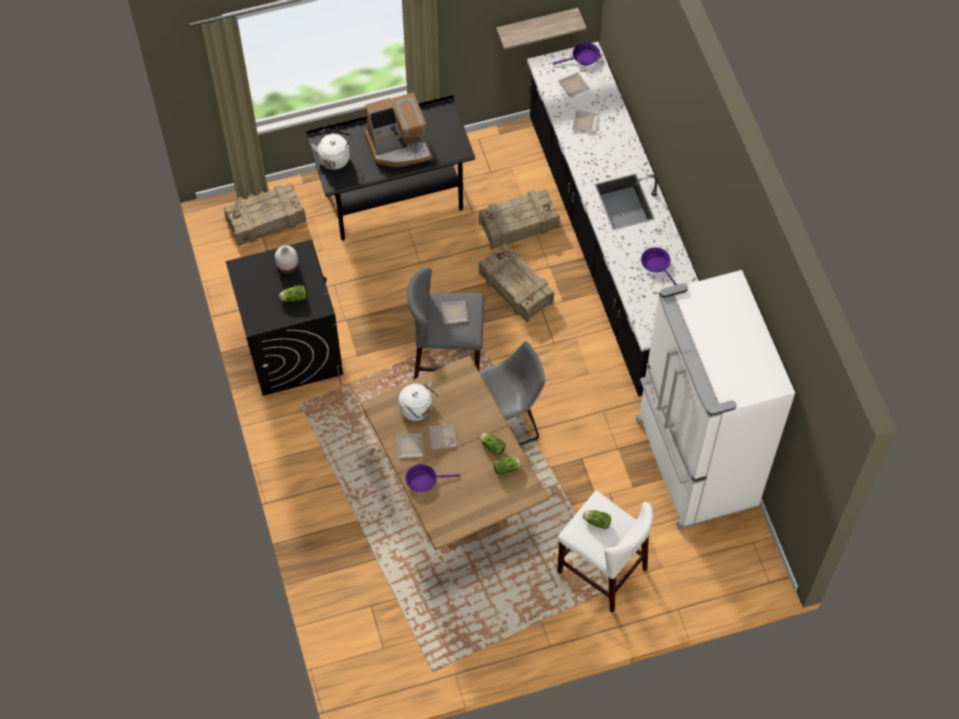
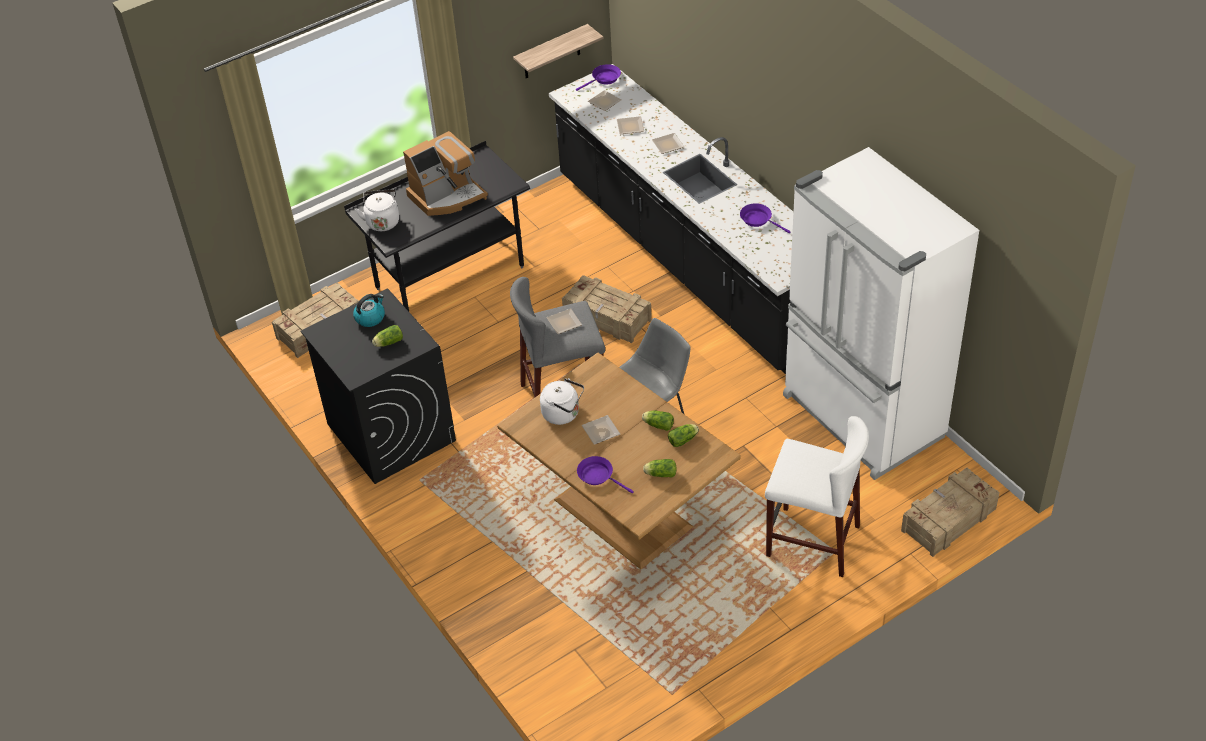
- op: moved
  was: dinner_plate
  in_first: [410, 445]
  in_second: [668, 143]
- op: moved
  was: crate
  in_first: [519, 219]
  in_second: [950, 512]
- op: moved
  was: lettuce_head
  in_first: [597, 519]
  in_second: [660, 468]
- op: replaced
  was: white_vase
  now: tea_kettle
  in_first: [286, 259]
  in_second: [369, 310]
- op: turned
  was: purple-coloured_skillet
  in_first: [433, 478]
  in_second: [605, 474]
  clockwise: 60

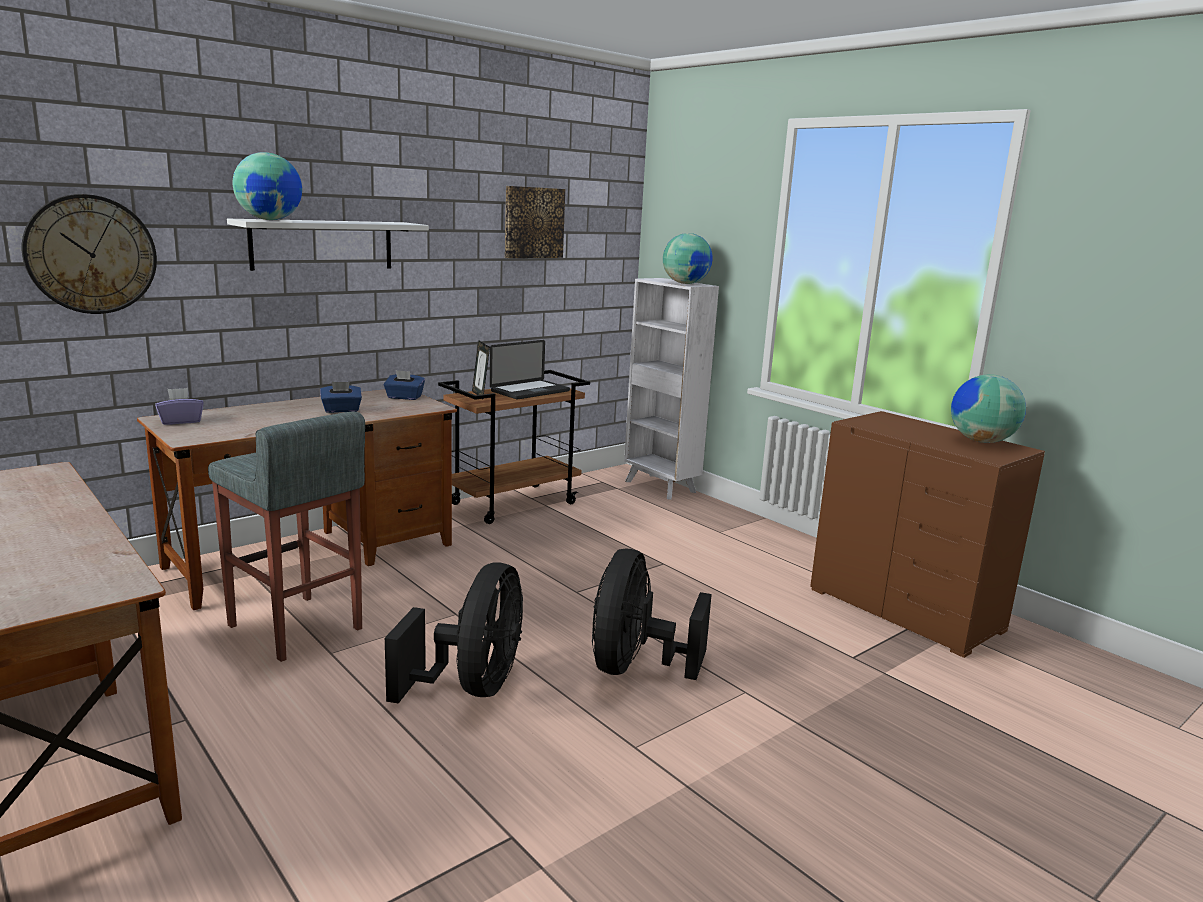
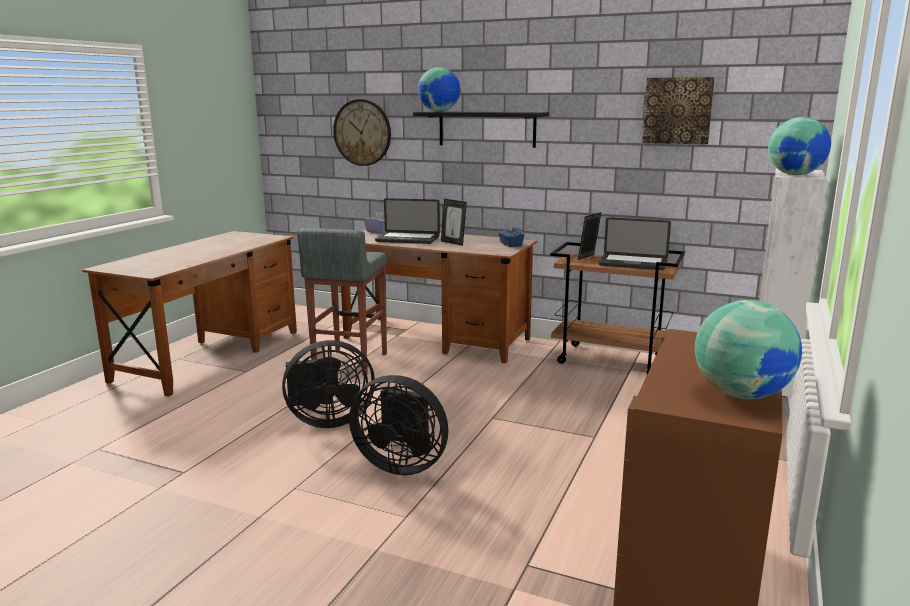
- op: added
  now: portable_computer
  in_second: [407, 221]
- op: replaced
  was: bluish_box_of_tissues
  now: photo_frame
  in_first: [341, 397]
  in_second: [454, 222]
- op: recoloured
  was: white_wall_shelf
  now: black-coloured_wall_shelf
  in_first: [328, 245]
  in_second: [481, 129]
- op: turned
  was: black-coloured_fan
  in_first: [652, 614]
  in_second: [398, 425]
  clockwise: -150

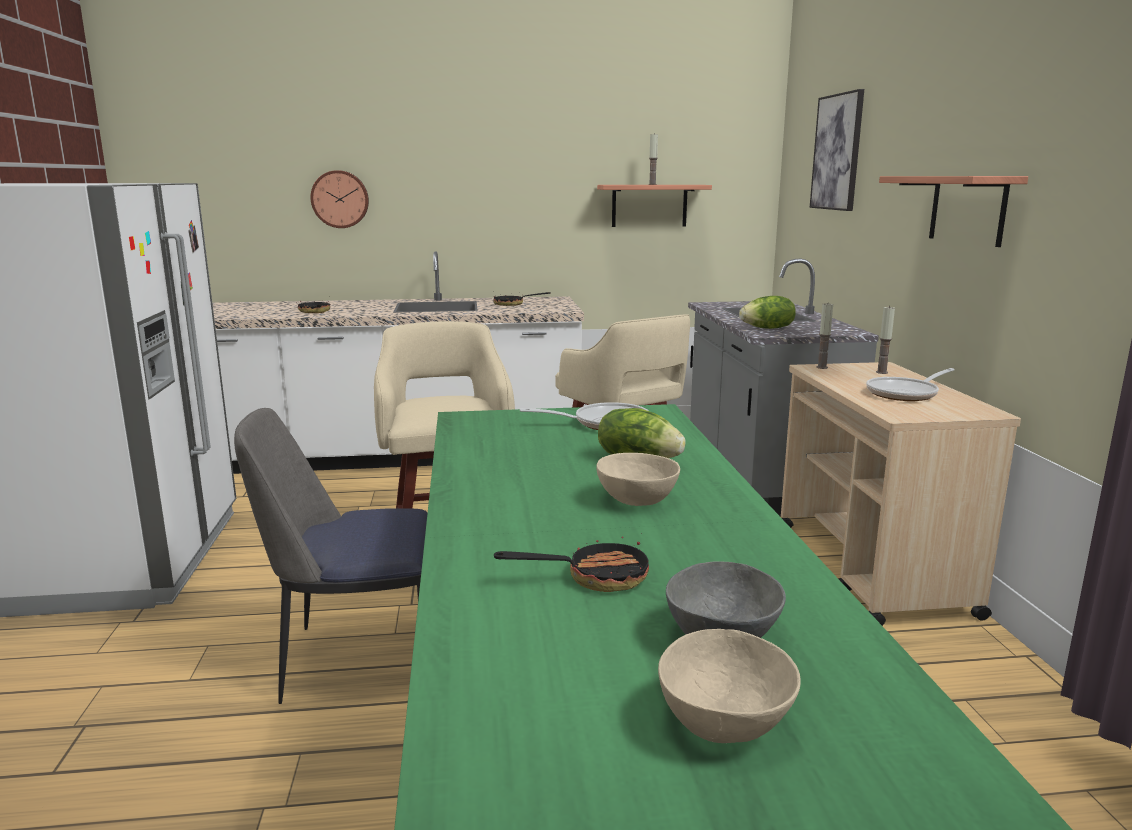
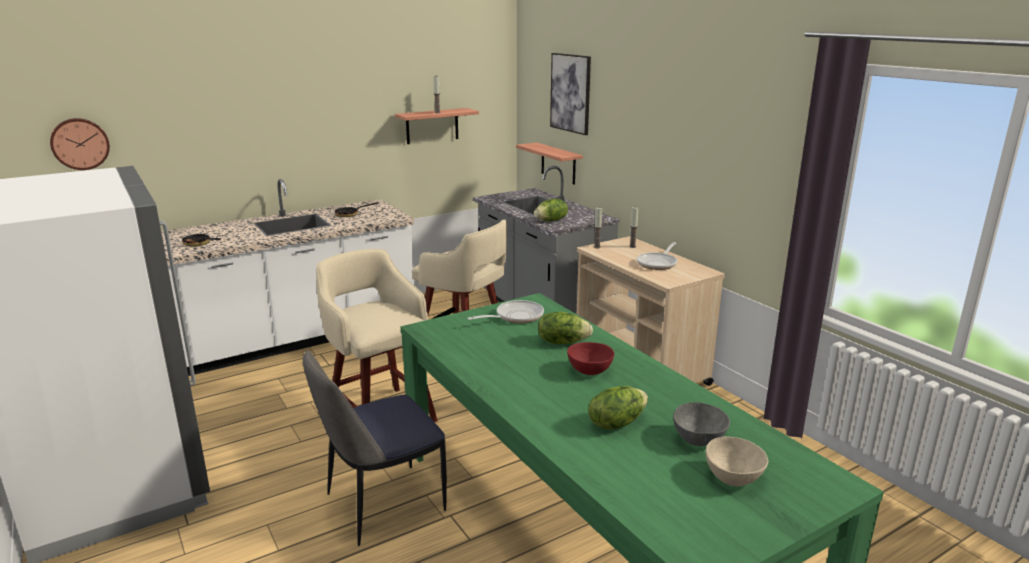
- op: moved
  was: hanging_clock
  in_first: [339, 199]
  in_second: [80, 144]
- op: moved
  was: wall_shelf
  in_first: [953, 211]
  in_second: [549, 163]
- op: replaced
  was: skillet
  now: lettuce_head
  in_first: [571, 562]
  in_second: [618, 408]
- op: recoloured
  was: beige-coloured_bowl
  now: reddish_bowl
  in_first: [638, 479]
  in_second: [590, 358]

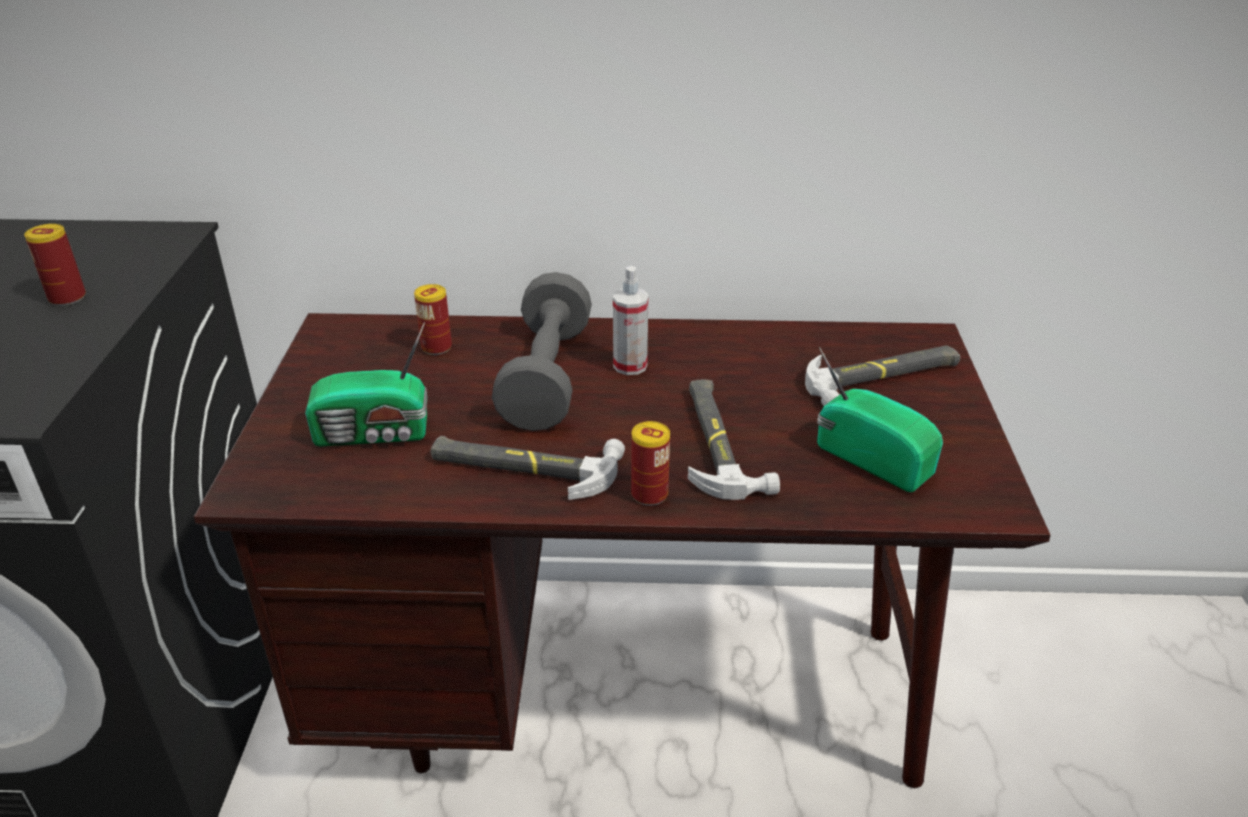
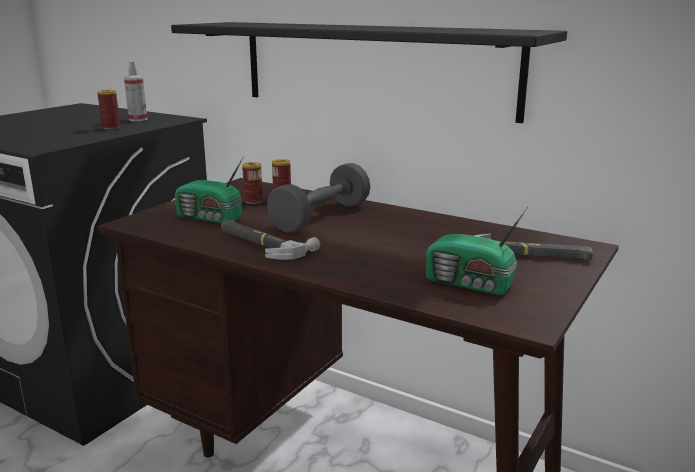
- op: removed
  was: tool_hammer
  in_first: [734, 439]
- op: added
  now: black-coloured_wall_shelf
  in_second: [369, 72]
- op: moved
  was: sprayer
  in_first: [630, 320]
  in_second: [135, 91]
- op: moved
  was: can
  in_first: [650, 463]
  in_second: [252, 183]
- op: turned
  was: radio_receiver
  in_first: [880, 419]
  in_second: [477, 251]
  clockwise: 135

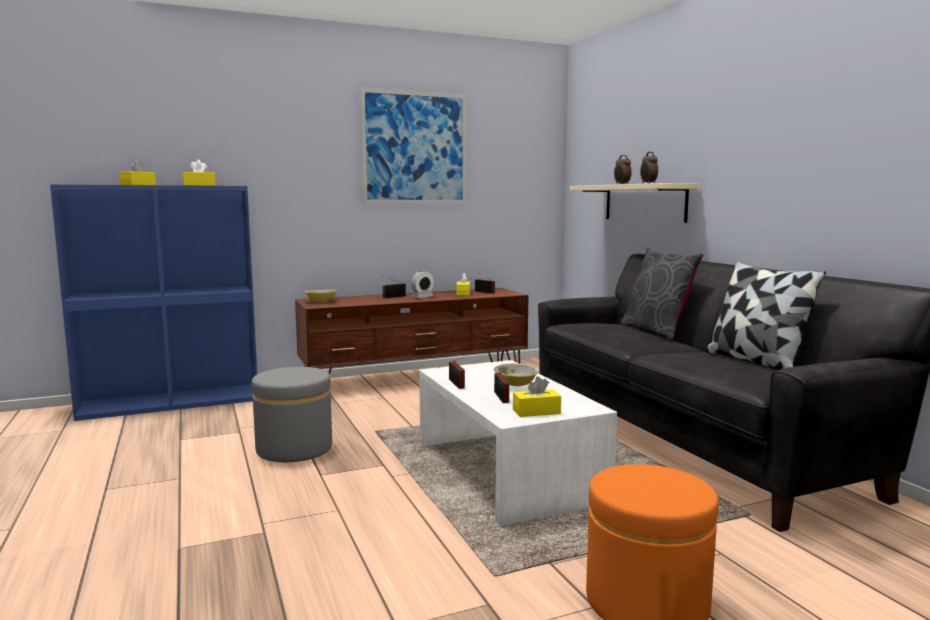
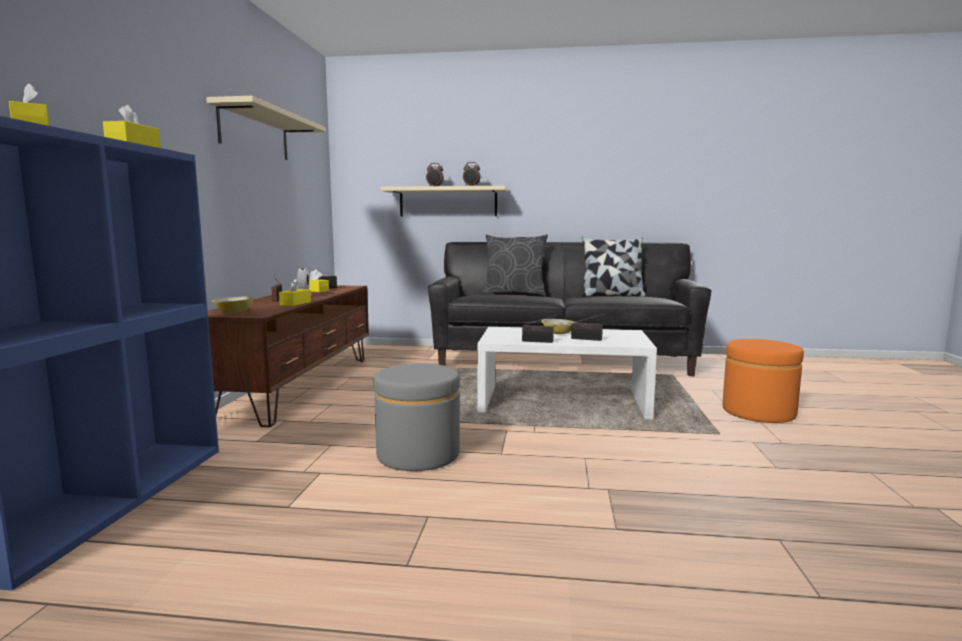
- op: moved
  was: yellowish_box_of_tissues
  in_first: [537, 396]
  in_second: [295, 292]
- op: replaced
  was: wall_art
  now: beige-coloured_wall_shelf
  in_first: [413, 145]
  in_second: [266, 128]

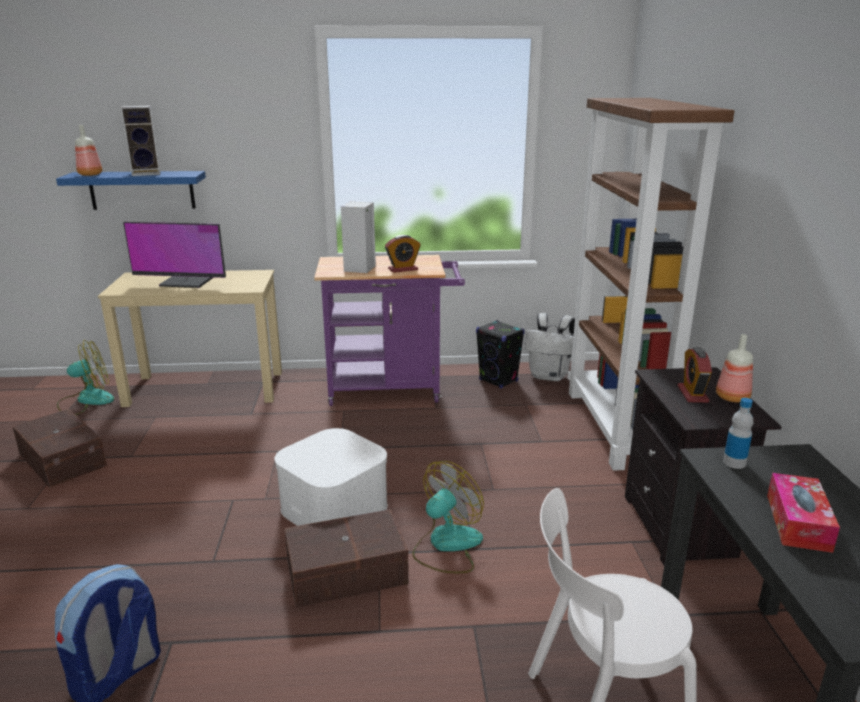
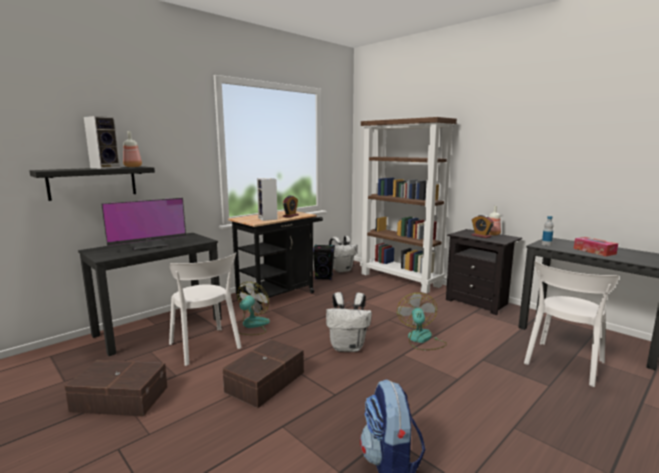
- op: added
  now: white_upright_chair
  in_second: [205, 309]
- op: moved
  was: fan
  in_first: [85, 377]
  in_second: [253, 308]
- op: moved
  was: bottle
  in_first: [88, 150]
  in_second: [132, 149]
- op: moved
  was: brown-coloured_storage_box
  in_first: [346, 558]
  in_second: [263, 373]
- op: replaced
  was: white_storage_box
  now: white_rucksack
  in_first: [330, 477]
  in_second: [349, 322]
- op: recoloured
  was: bluish_wall_shelf
  now: black-coloured_wall_shelf
  in_first: [131, 190]
  in_second: [92, 183]
- op: recoloured
  was: beige-coloured_desk
  now: black-coloured_desk
  in_first: [190, 338]
  in_second: [150, 294]
- op: recoloured
  was: purple-coloured_cart
  now: black-coloured_cart
  in_first: [389, 330]
  in_second: [275, 260]

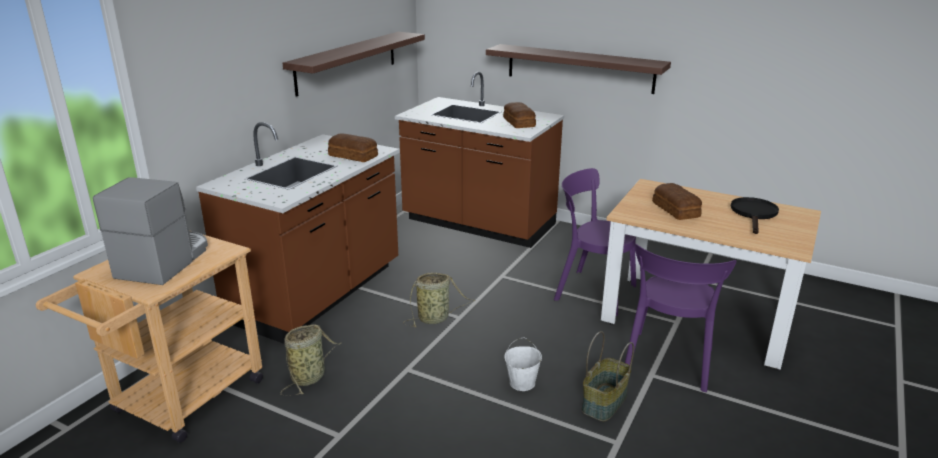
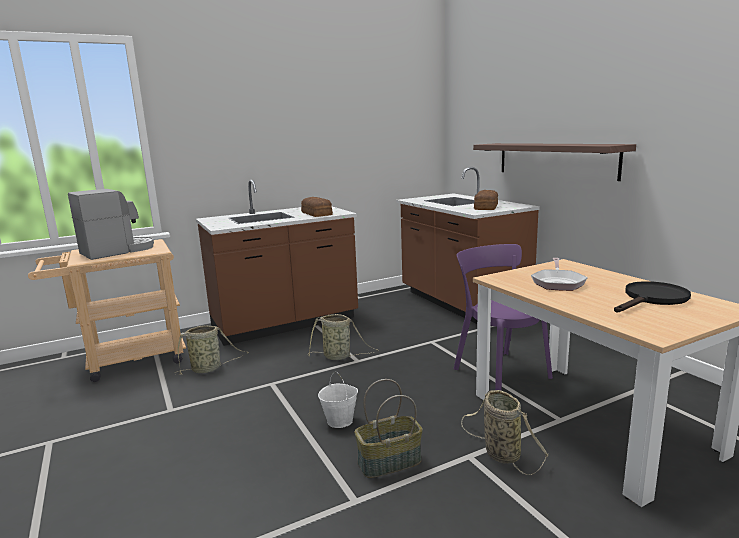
- op: removed
  was: wall_shelf
  in_first: [354, 64]
- op: replaced
  was: purple-coloured_upright_chair
  now: storage_basket
  in_first: [680, 318]
  in_second: [504, 432]
- op: replaced
  was: bakery_bread
  now: skillet
  in_first: [677, 201]
  in_second: [559, 274]

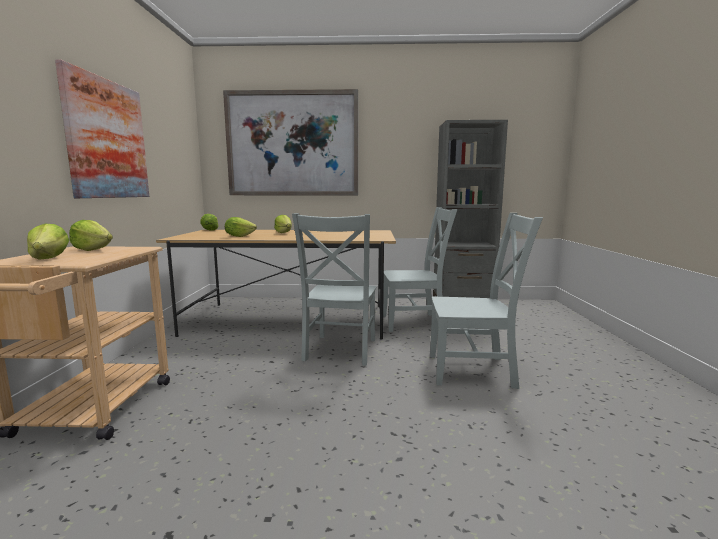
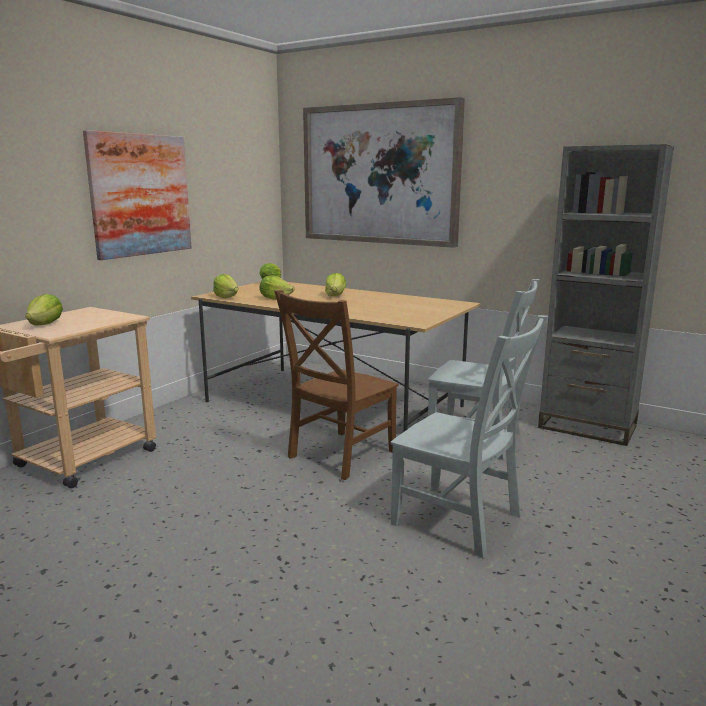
- op: moved
  was: lettuce_head
  in_first: [91, 235]
  in_second: [225, 286]
- op: recoloured
  was: greyish_upright_chair
  now: brown-coloured_upright_chair
  in_first: [334, 289]
  in_second: [336, 385]

